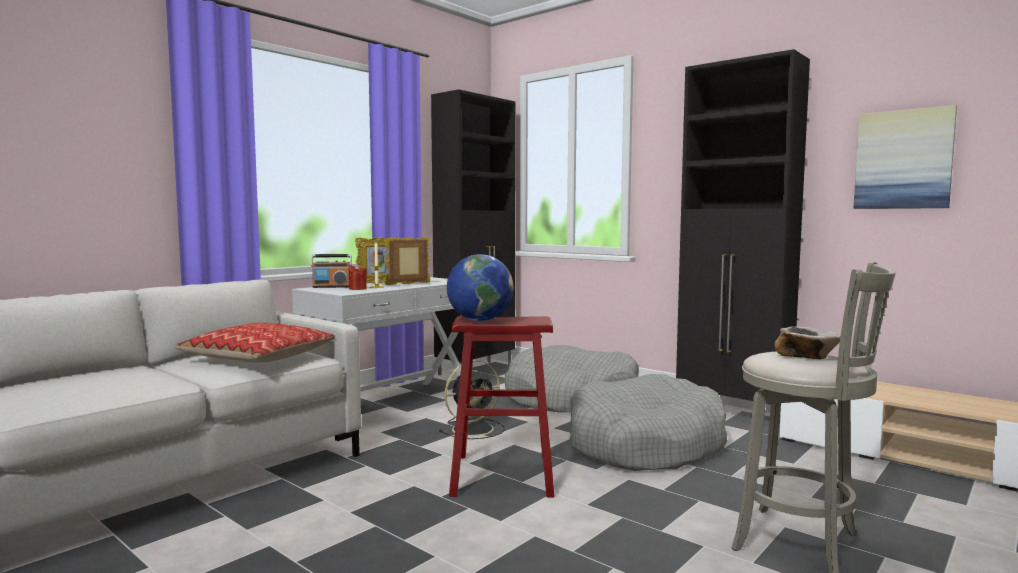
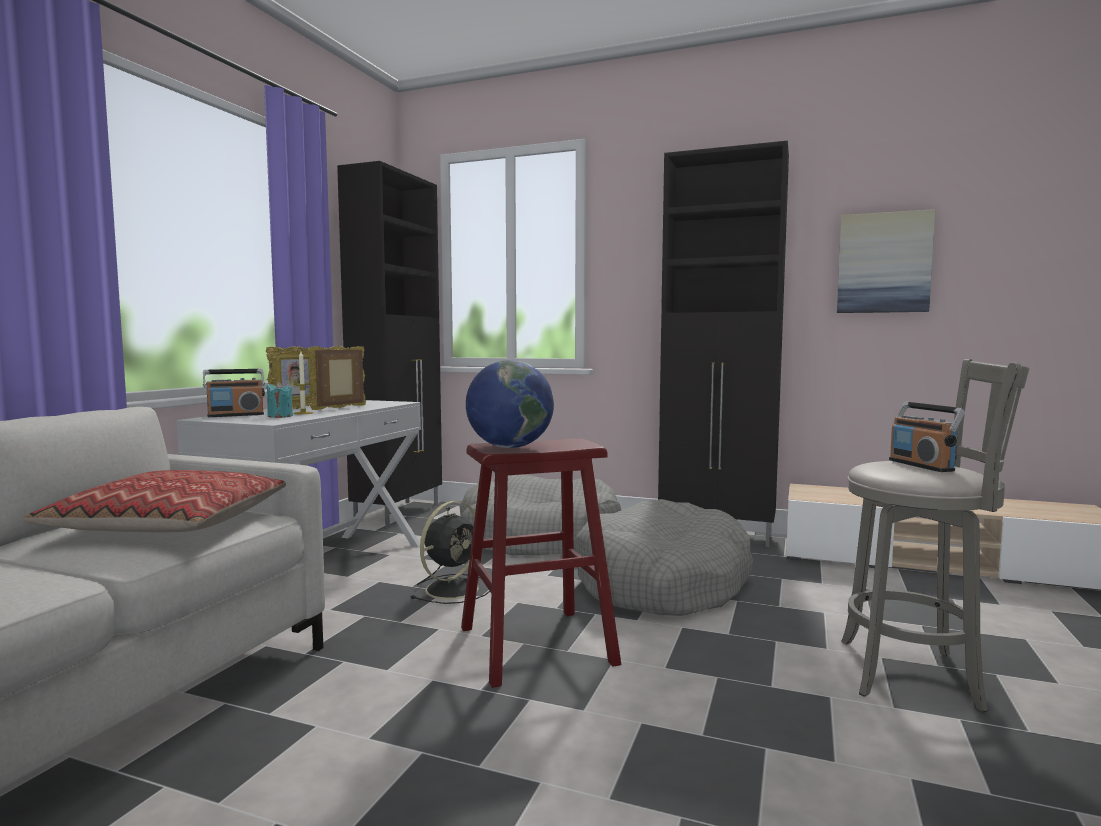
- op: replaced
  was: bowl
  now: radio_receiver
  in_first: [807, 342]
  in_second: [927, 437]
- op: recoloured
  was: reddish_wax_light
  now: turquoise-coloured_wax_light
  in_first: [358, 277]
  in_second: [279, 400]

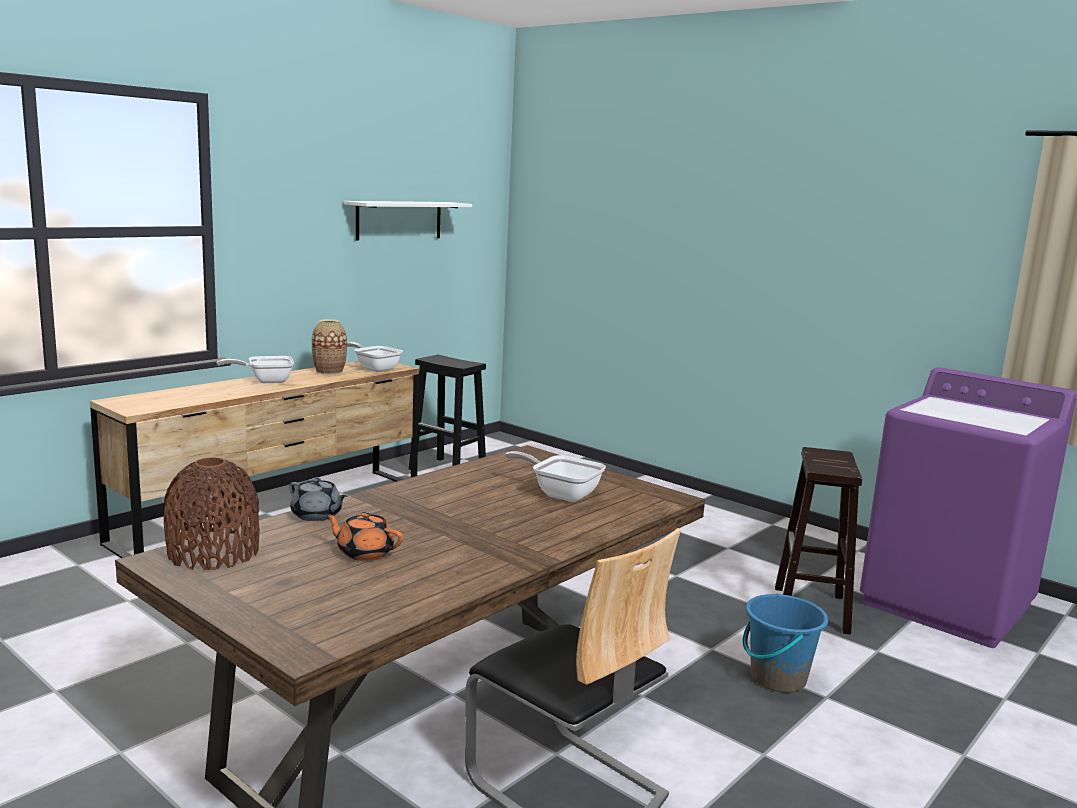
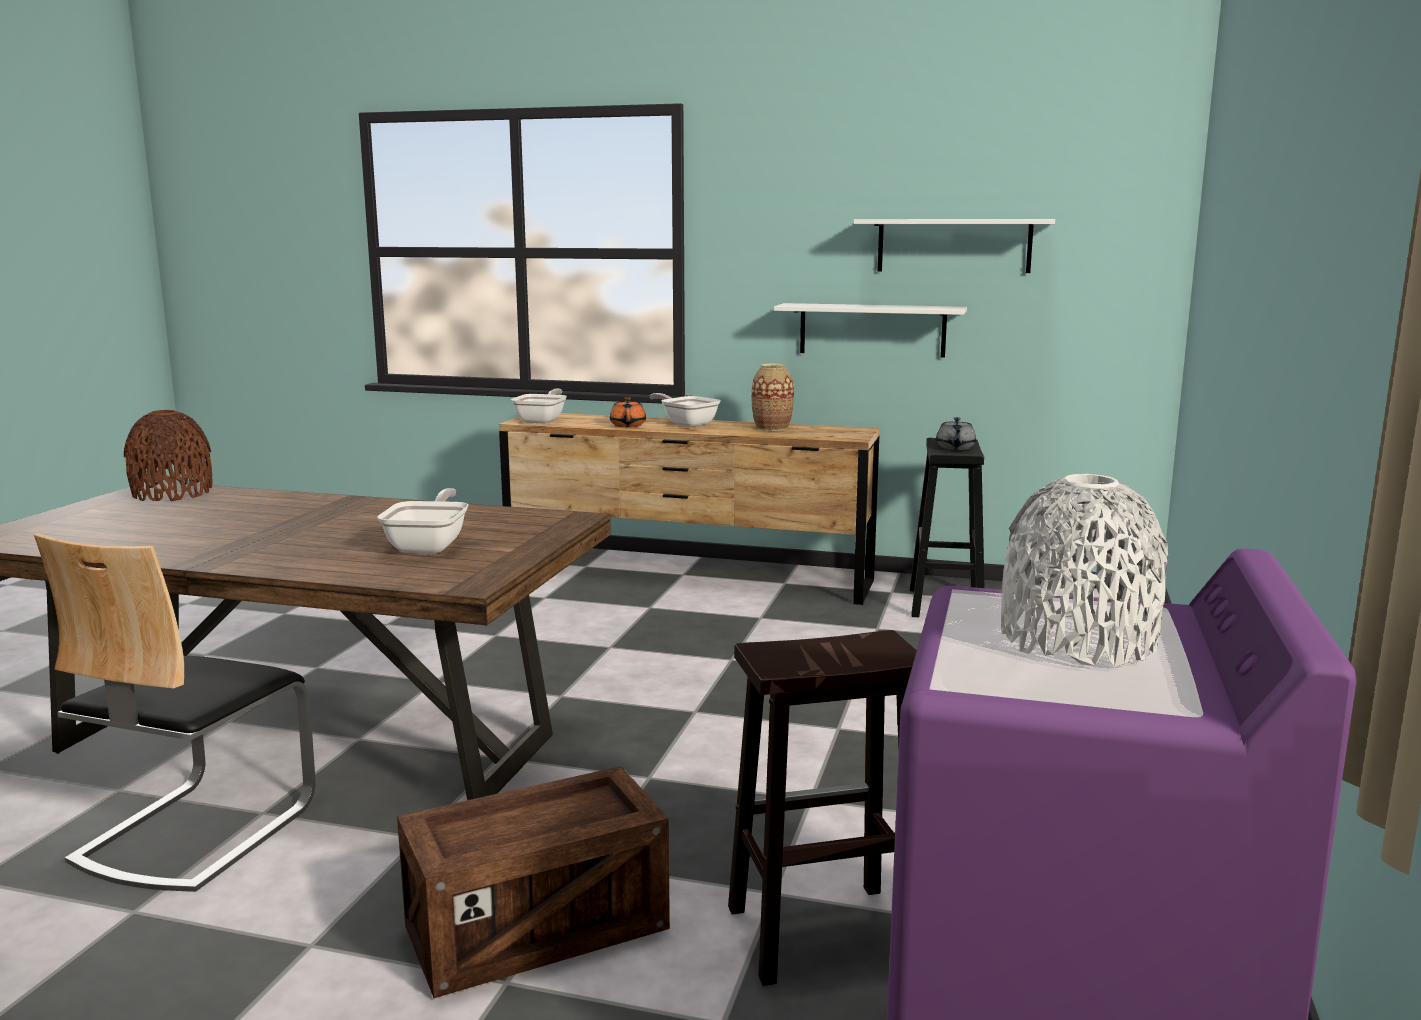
- op: added
  now: white_wall_shelf
  in_second: [870, 330]
- op: added
  now: white_vase
  in_second: [1084, 570]
- op: moved
  was: greyish_teapot
  in_first: [318, 499]
  in_second: [956, 433]
- op: moved
  was: orange_teapot
  in_first: [364, 536]
  in_second: [628, 412]
- op: moved
  was: skillet
  in_first: [375, 357]
  in_second: [539, 406]
- op: replaced
  was: bluish_bucket
  now: crate
  in_first: [785, 643]
  in_second: [533, 882]

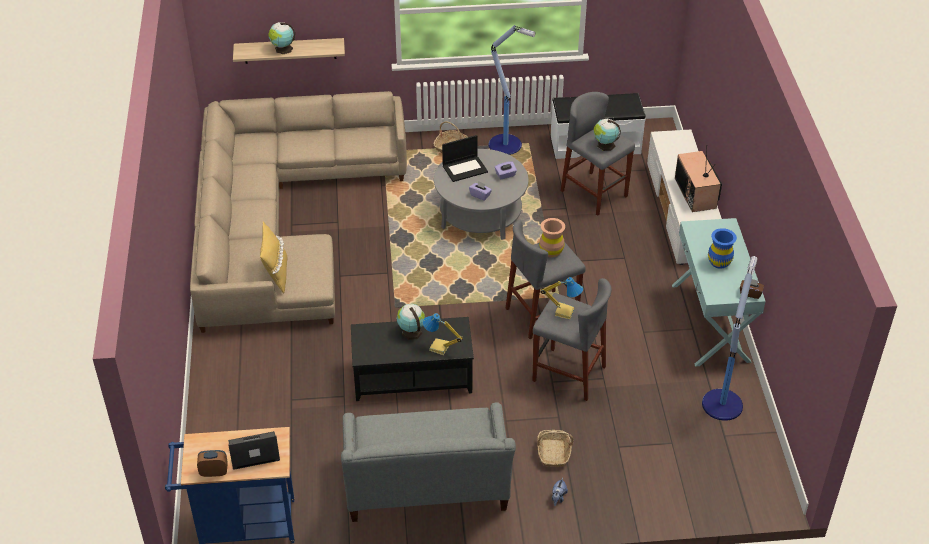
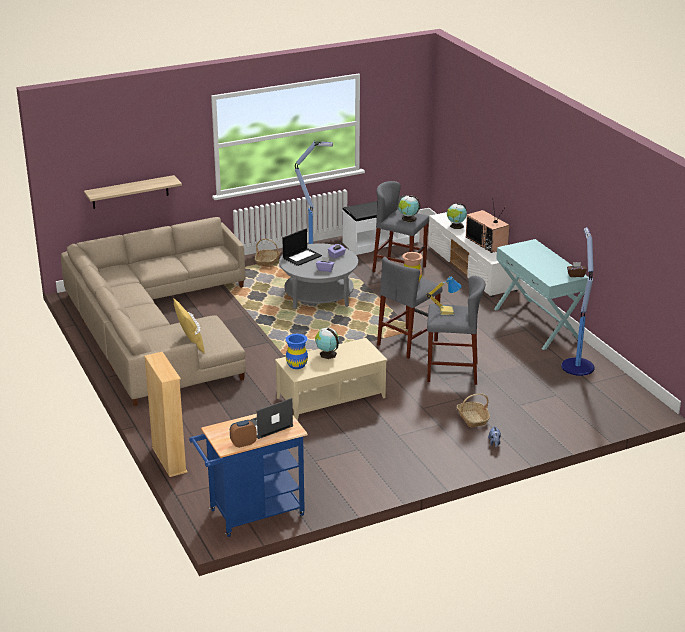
- op: removed
  was: greyish_settee
  in_first: [428, 462]
- op: removed
  was: lamp_for_a_table
  in_first: [443, 334]
- op: added
  now: beige-coloured_shelving_unit
  in_second: [166, 414]
- op: moved
  was: globe
  in_first: [281, 38]
  in_second: [457, 216]
- op: moved
  was: bluish_vase
  in_first: [722, 248]
  in_second: [297, 351]
- op: recoloured
  was: black-coloured_coffee_table
  now: beige-coloured_coffee_table
  in_first: [412, 359]
  in_second: [331, 379]

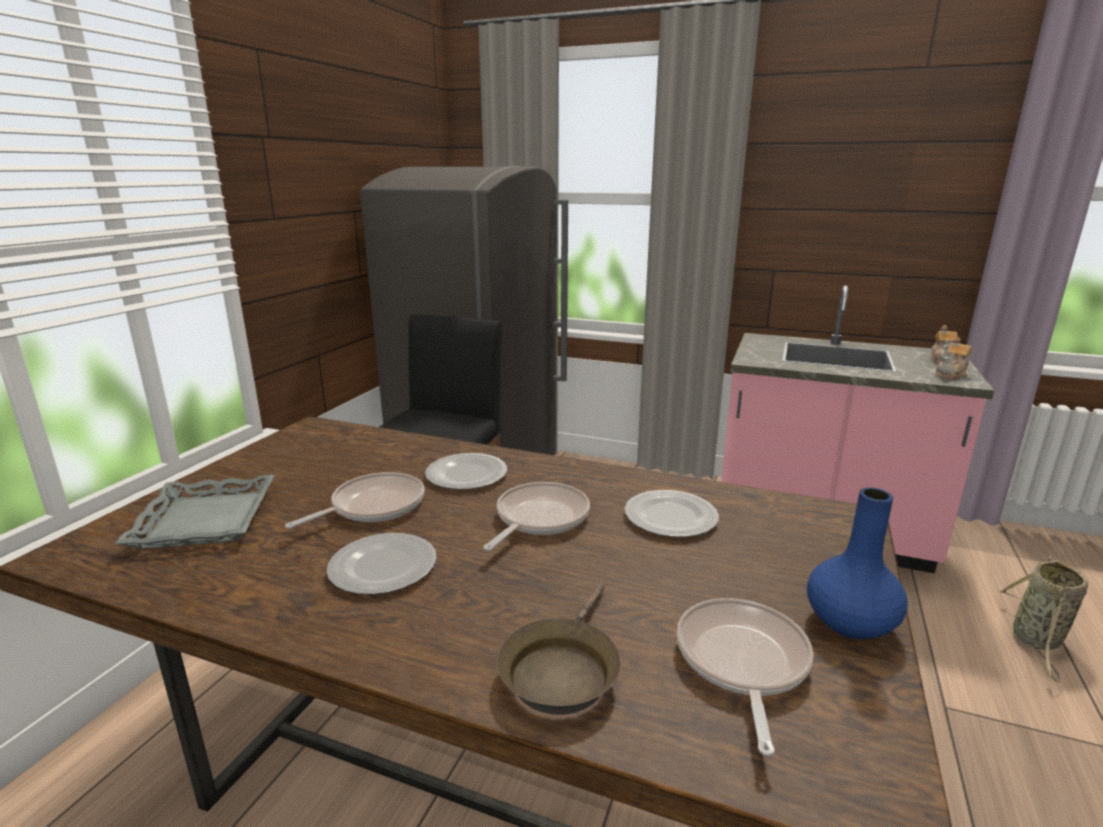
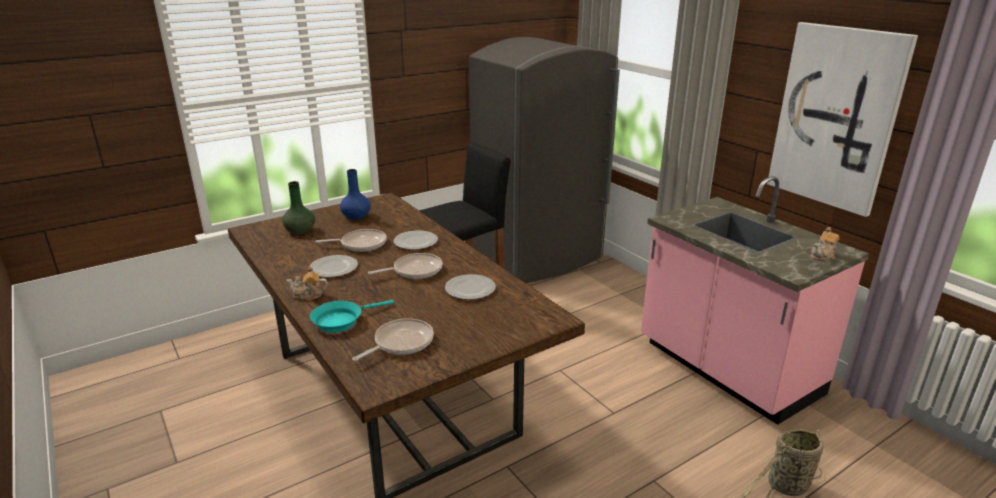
- op: added
  now: wall_art
  in_second: [842, 119]
- op: moved
  was: bluish_vase
  in_first: [857, 563]
  in_second: [355, 194]
- op: moved
  was: teapot
  in_first: [954, 358]
  in_second: [307, 283]
- op: replaced
  was: greyish_tray
  now: green_vase
  in_first: [194, 512]
  in_second: [298, 207]
- op: recoloured
  was: brown-coloured_skillet
  now: turquoise-coloured_skillet
  in_first: [559, 648]
  in_second: [352, 316]

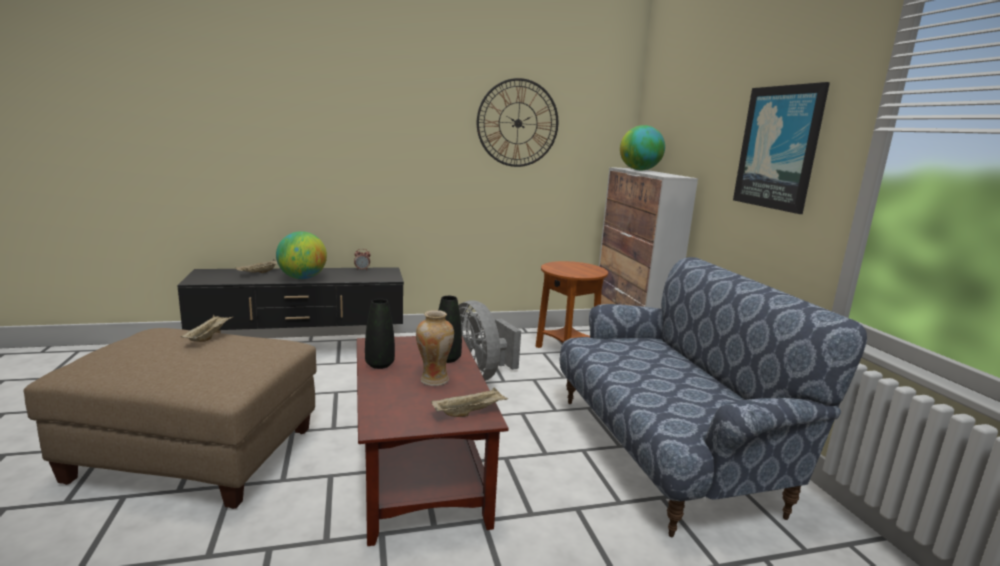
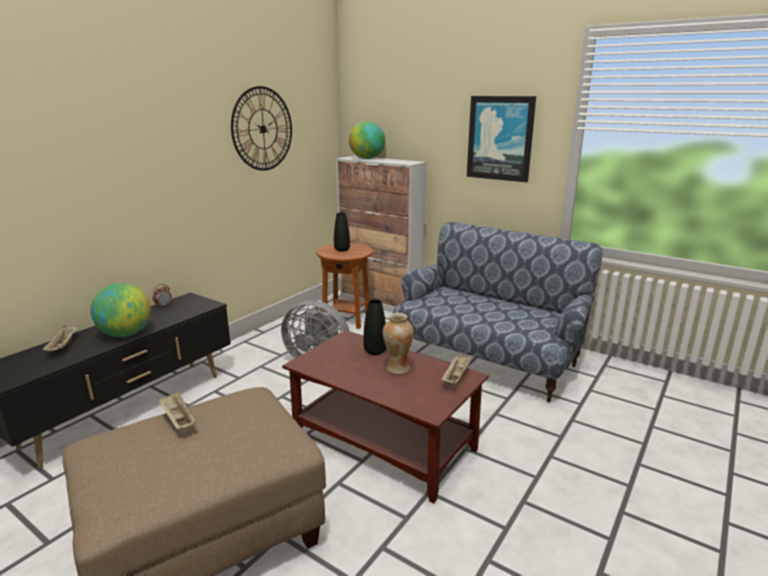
- op: moved
  was: black-coloured_vase
  in_first: [380, 334]
  in_second: [342, 232]

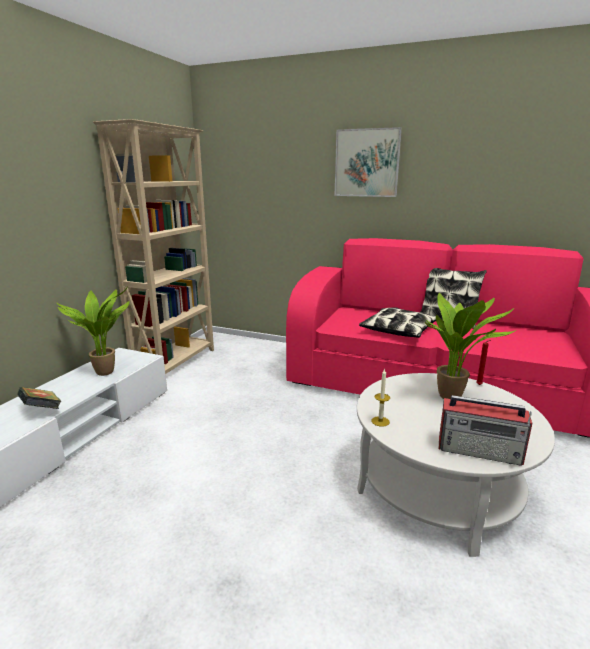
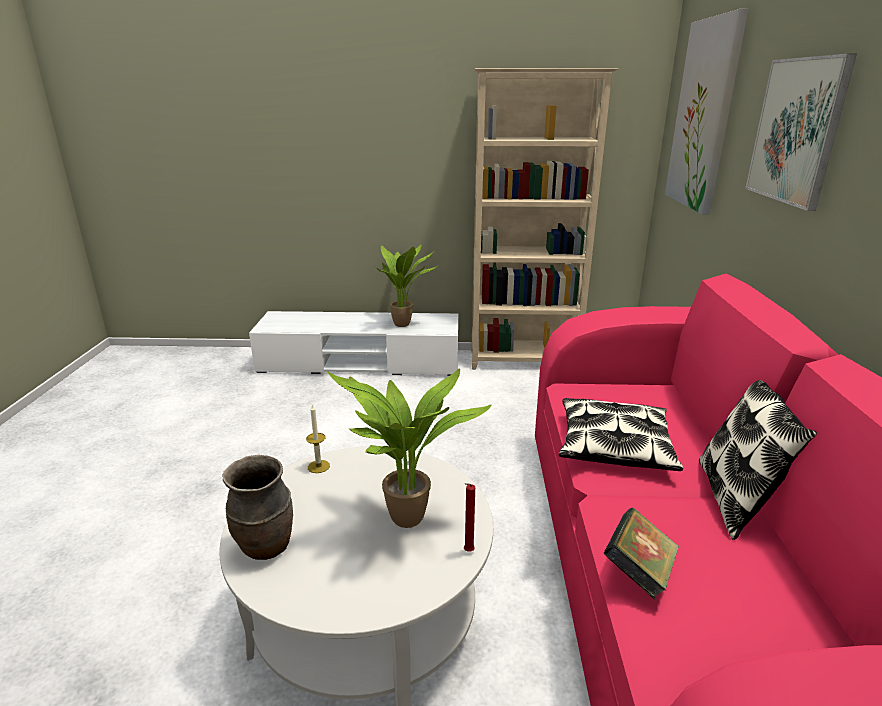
- op: added
  now: wall_art
  in_second: [706, 111]
- op: moved
  was: book
  in_first: [39, 398]
  in_second: [641, 553]
- op: replaced
  was: radio_receiver
  now: brown-coloured_vase
  in_first: [485, 430]
  in_second: [258, 507]

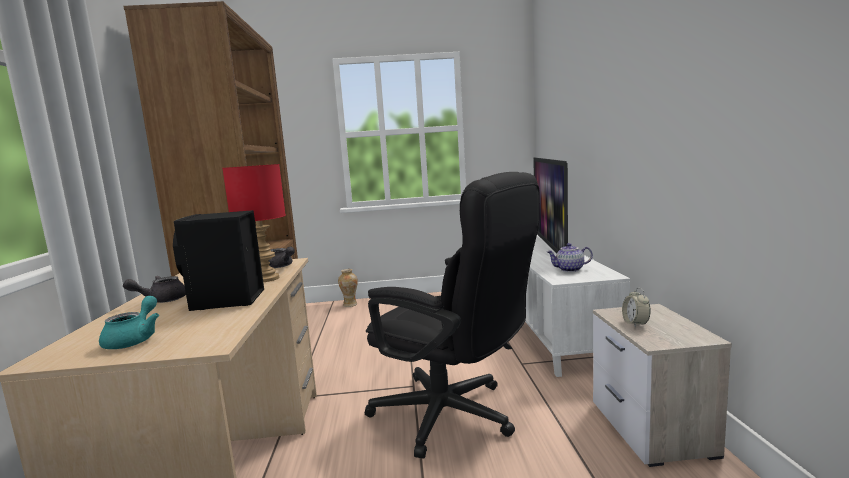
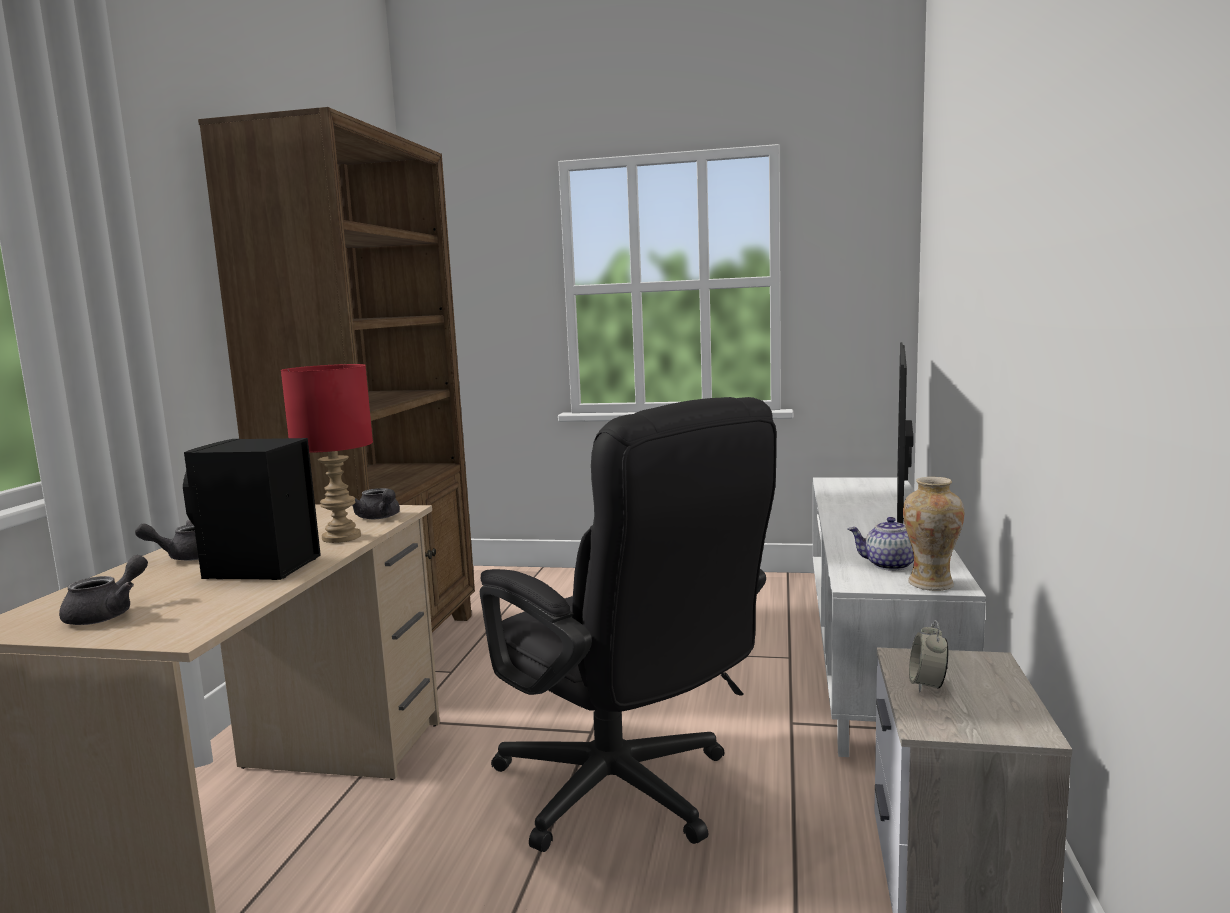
- op: moved
  was: vase
  in_first: [348, 288]
  in_second: [933, 534]
- op: recoloured
  was: turquoise-coloured_teapot
  now: greyish_teapot
  in_first: [129, 322]
  in_second: [103, 590]

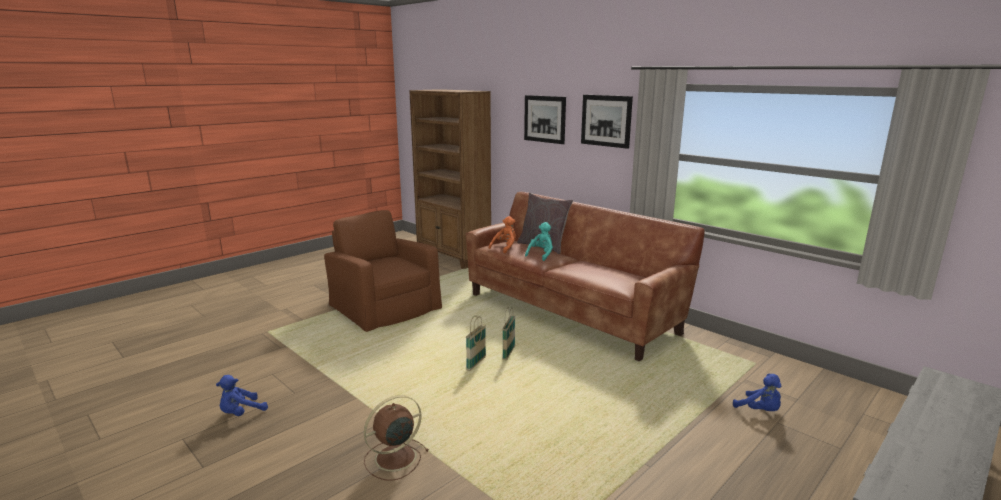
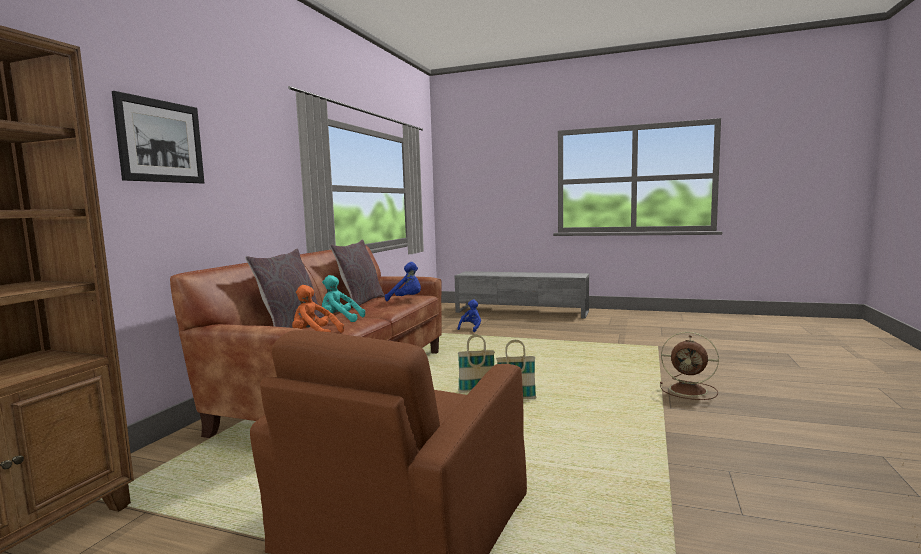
- op: removed
  was: wall_art
  in_first: [607, 122]
- op: added
  now: greyish_cushion
  in_second: [357, 272]
- op: moved
  was: bluish_plush_toy
  in_first: [242, 395]
  in_second: [403, 281]

